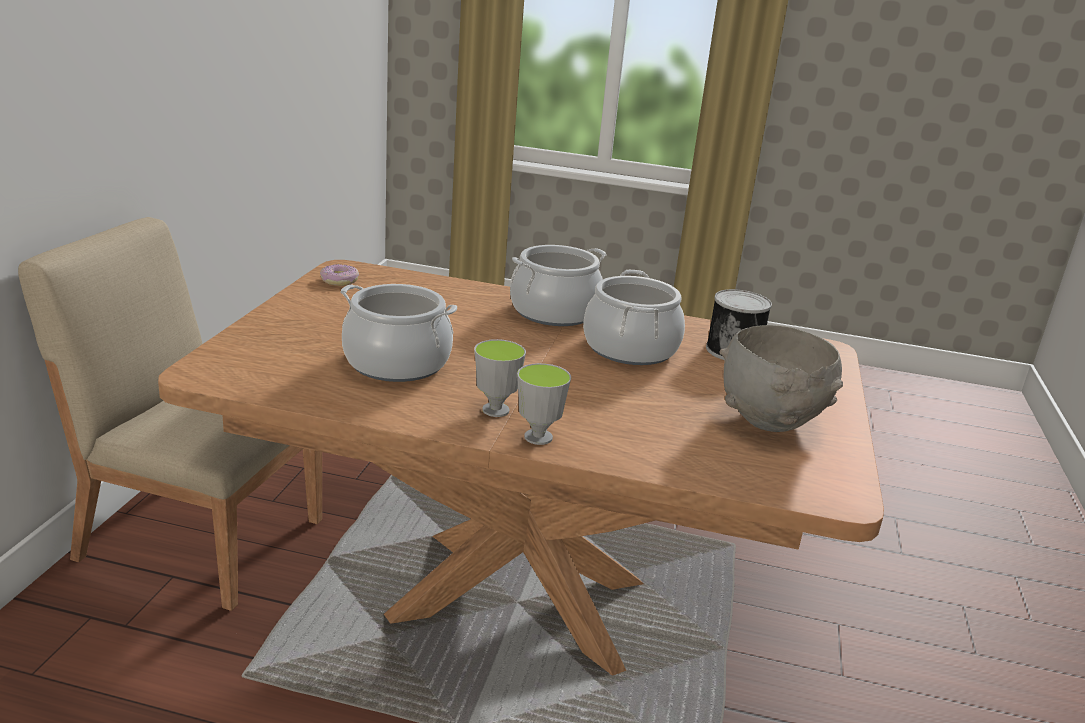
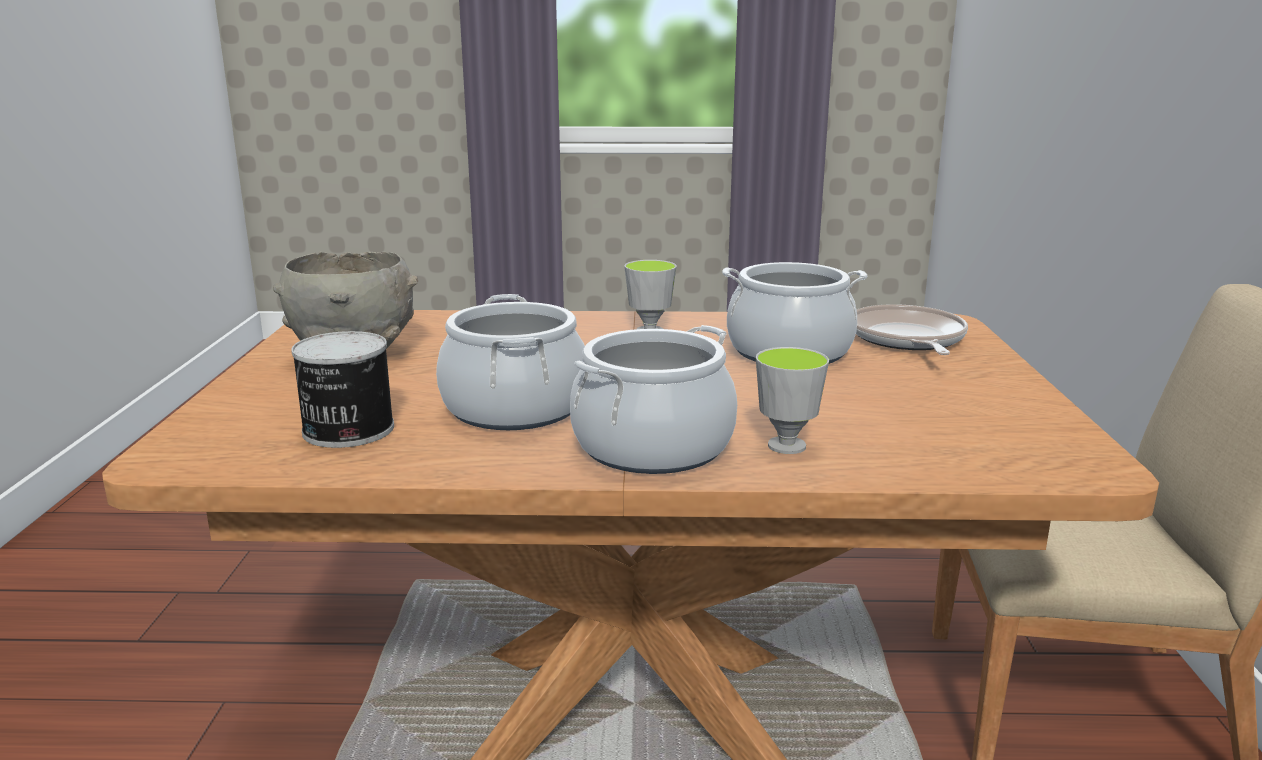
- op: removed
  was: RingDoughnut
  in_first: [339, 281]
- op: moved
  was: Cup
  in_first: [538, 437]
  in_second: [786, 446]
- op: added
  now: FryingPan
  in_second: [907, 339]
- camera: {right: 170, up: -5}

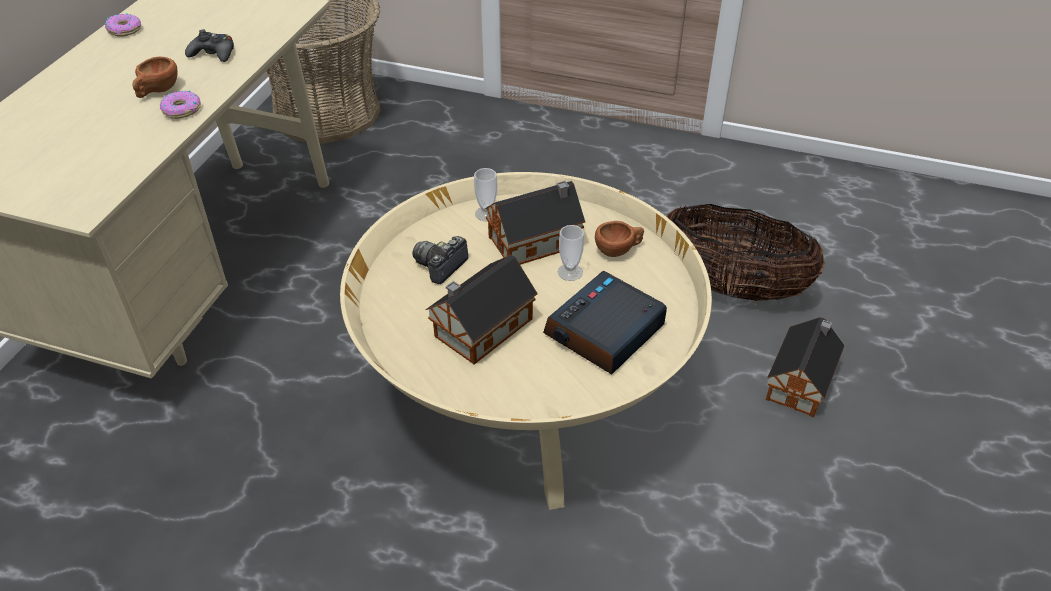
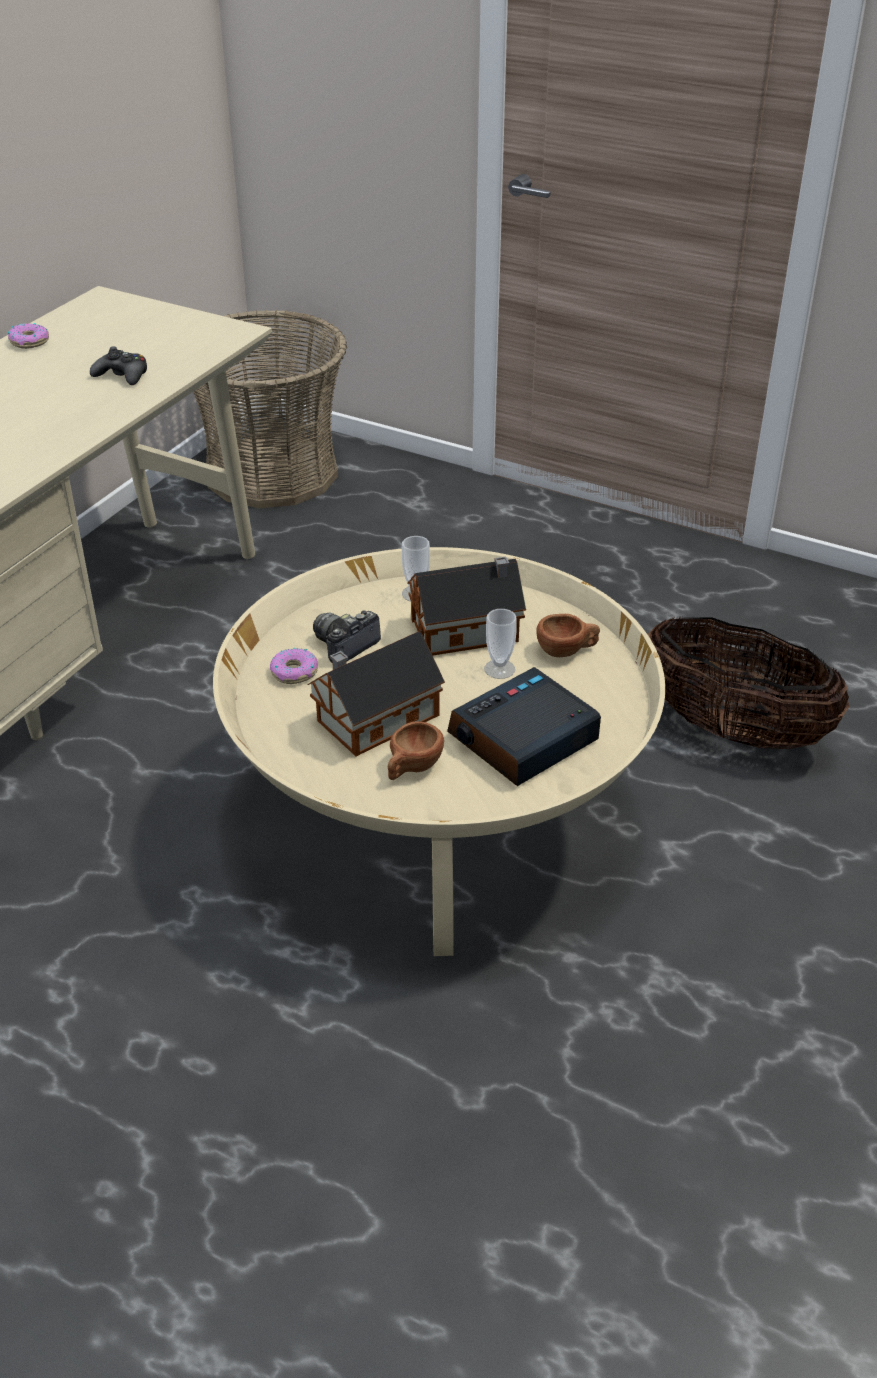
- op: moved
  was: BrownishCup
  in_first: [157, 91]
  in_second: [412, 768]
- op: moved
  was: RingDoughnut
  in_first: [182, 110]
  in_second: [294, 672]
- op: removed
  was: MiniatureHouse
  in_first: [801, 381]
- camera: {right: 10, up: -5}

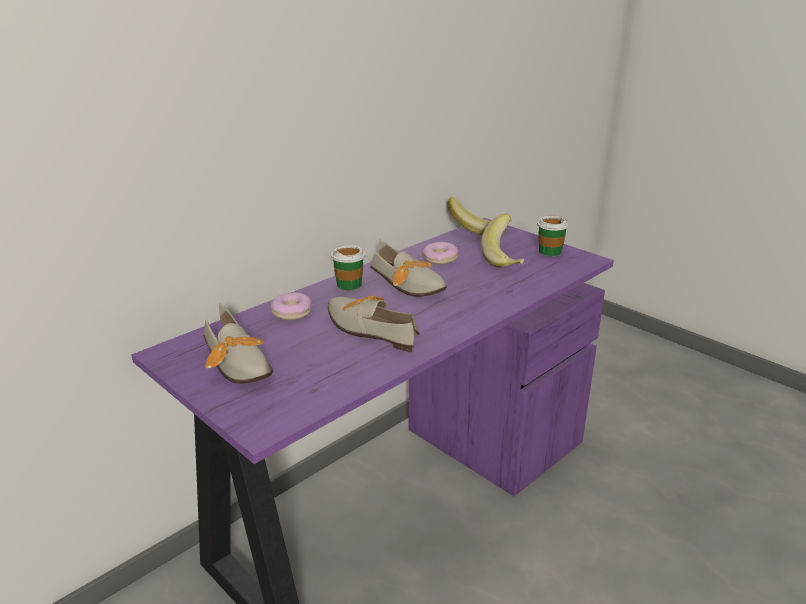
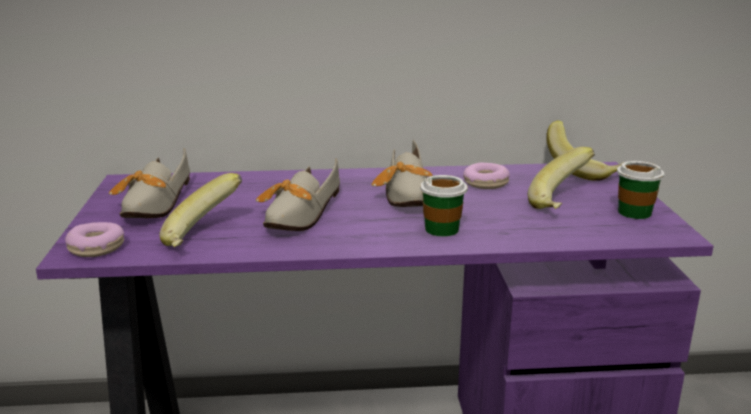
- op: moved
  was: Cup
  in_first: [349, 284]
  in_second: [442, 229]
- op: moved
  was: RingDoughnut
  in_first: [292, 312]
  in_second: [97, 247]
- op: turned
  was: Shoe
  in_first: [369, 329]
  in_second: [298, 216]
  clockwise: -150
- op: added
  now: WholeBanana
  in_second: [204, 237]
- camera: {right: 40, up: -5}

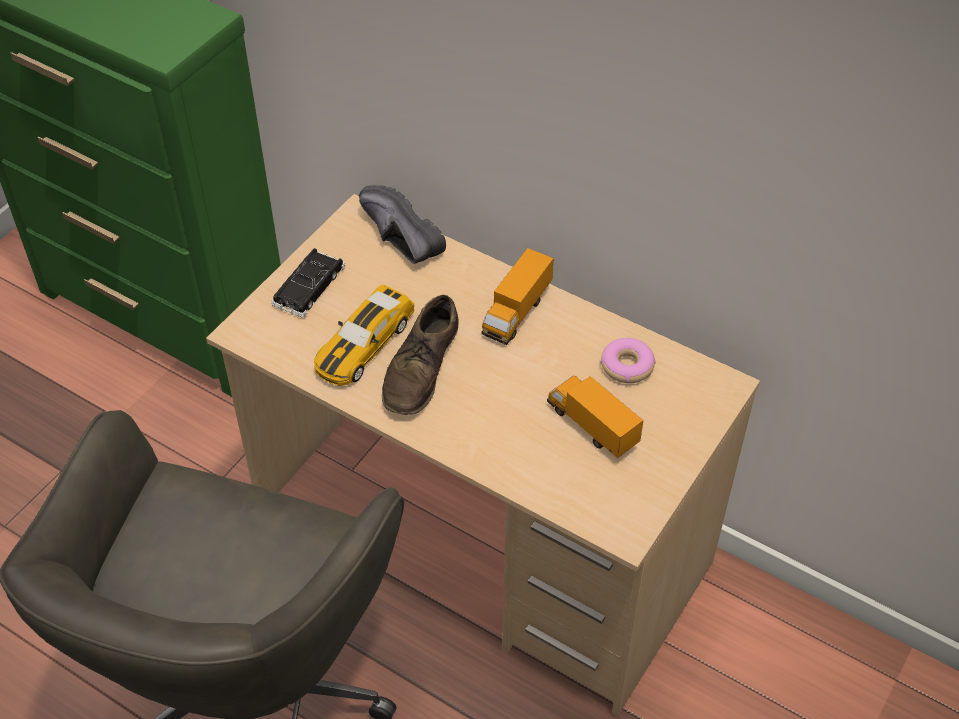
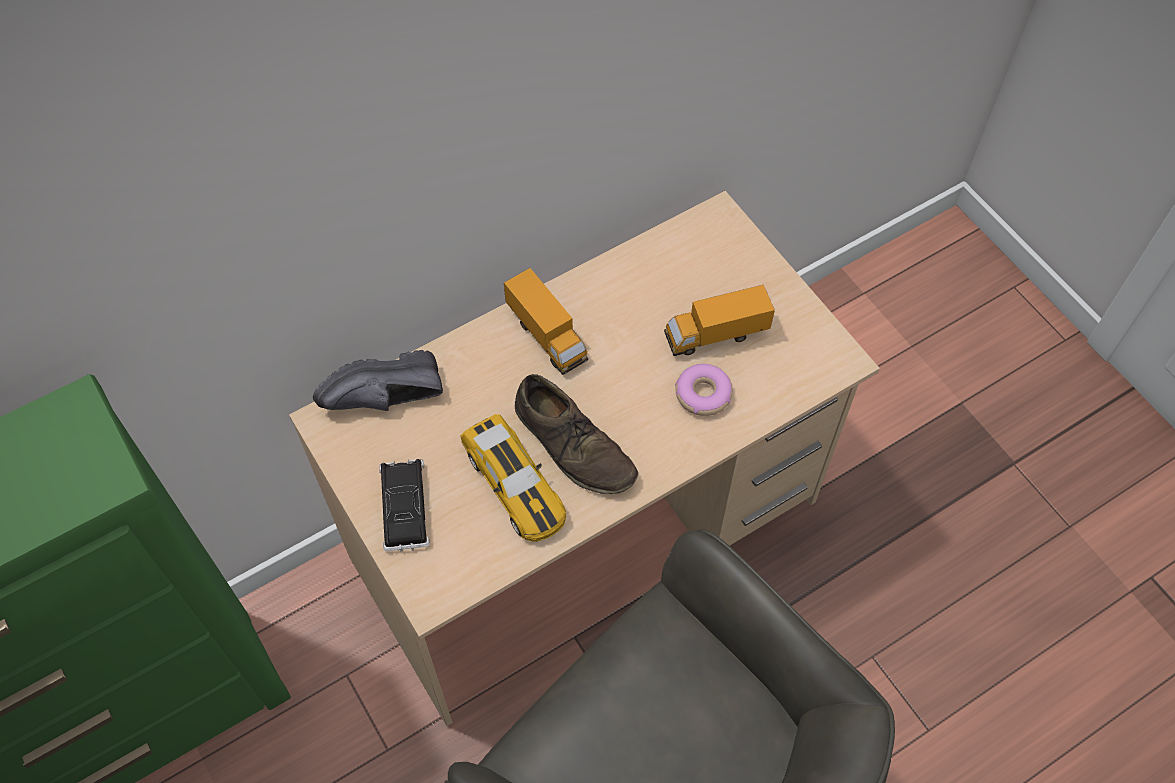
- op: turned
  was: BlackMiniatureCar
  in_first: [309, 287]
  in_second: [404, 507]
  clockwise: -150
- op: moved
  was: RingDoughnut
  in_first: [627, 366]
  in_second: [703, 394]
- camera: {right: -65, up: 10}

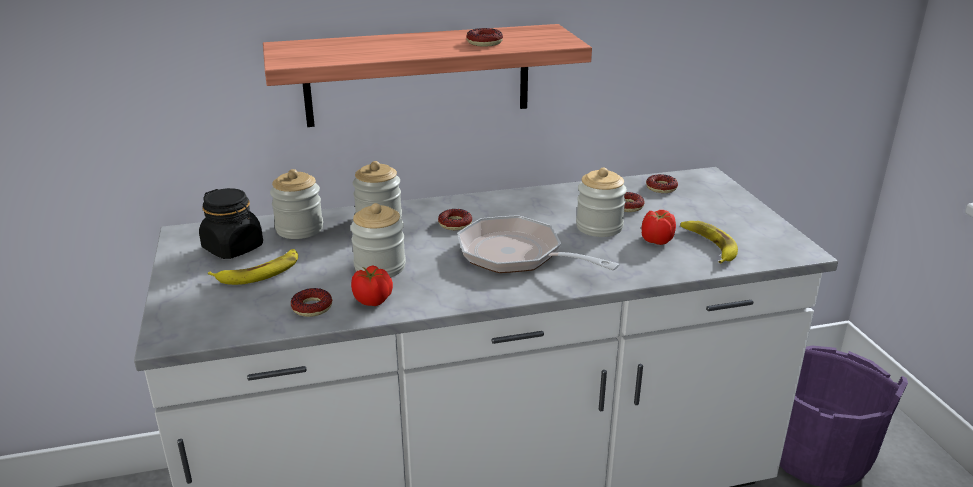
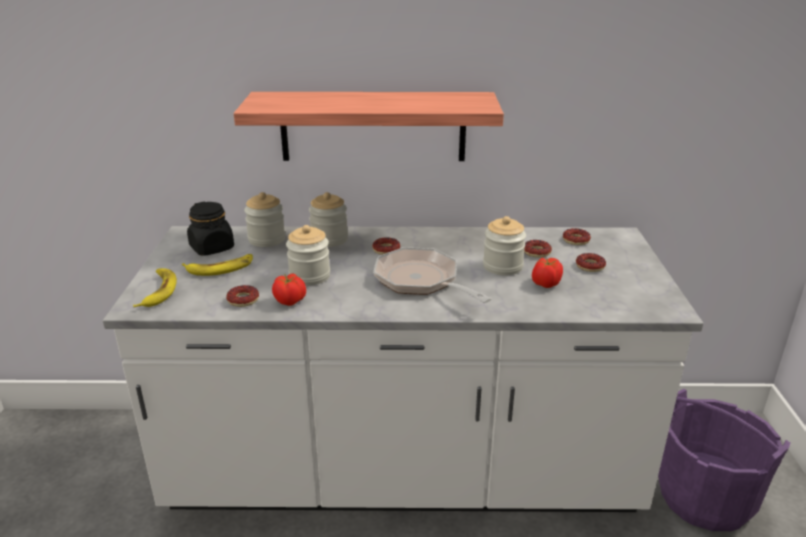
- op: moved
  was: RingDoughnut
  in_first: [484, 42]
  in_second: [590, 266]
- op: moved
  was: WholeBanana
  in_first: [708, 245]
  in_second: [158, 291]
- camera: {right: 15, up: 0}

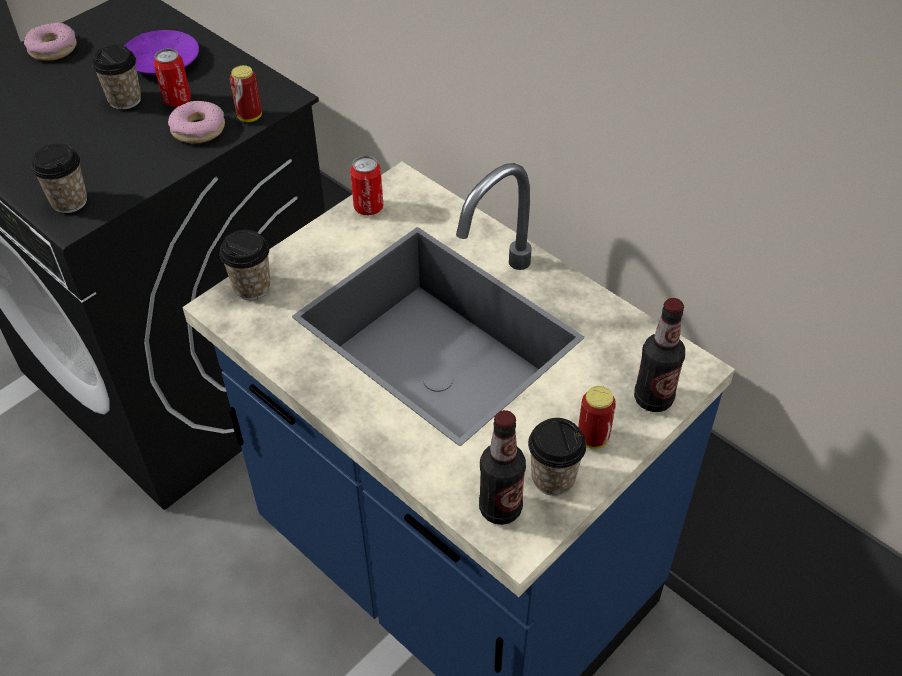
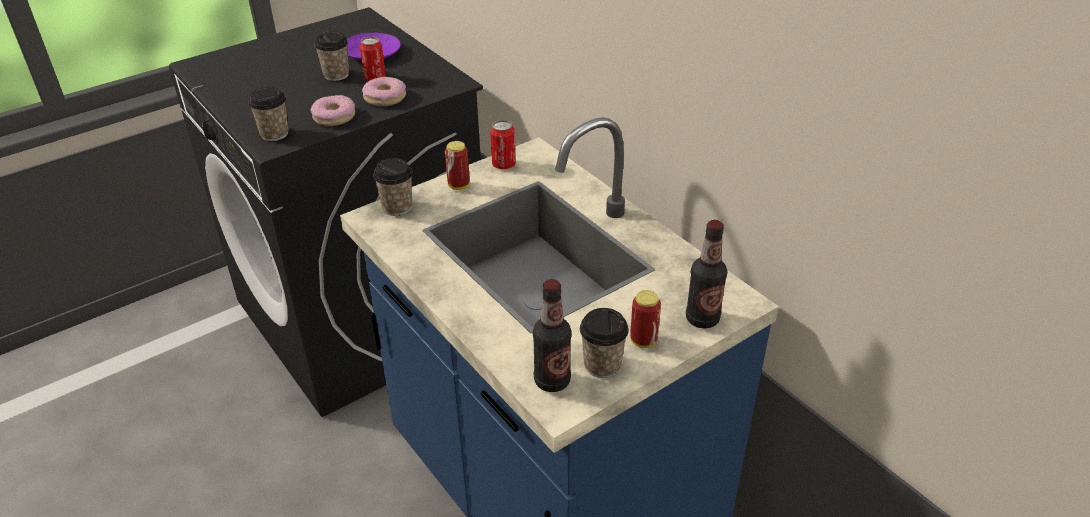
- op: moved
  was: RingDoughnut
  in_first: [52, 49]
  in_second: [334, 117]
- op: moved
  was: SealedCan
  in_first: [250, 117]
  in_second: [459, 185]
- camera: {right: 10, up: -10}

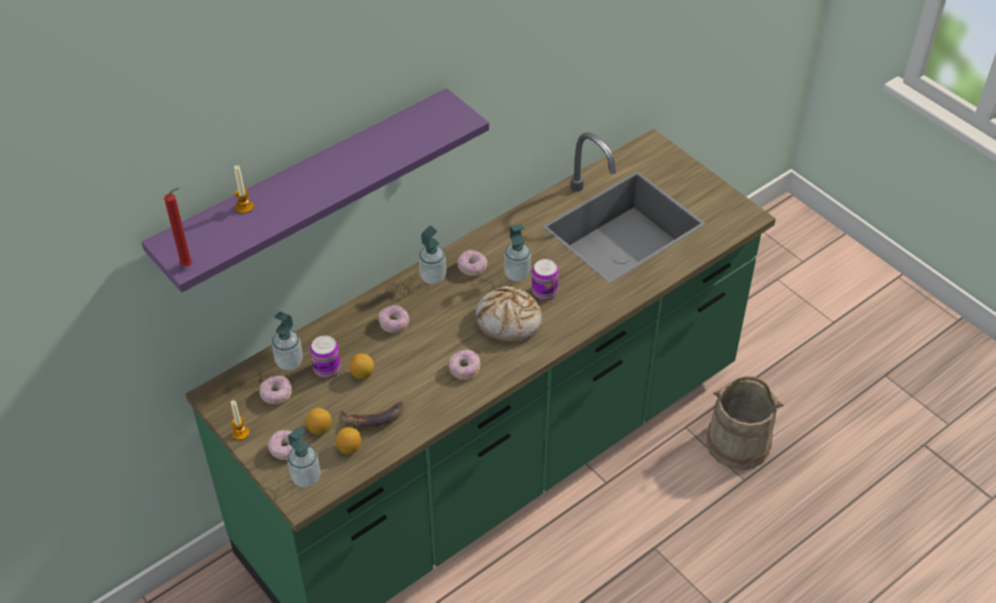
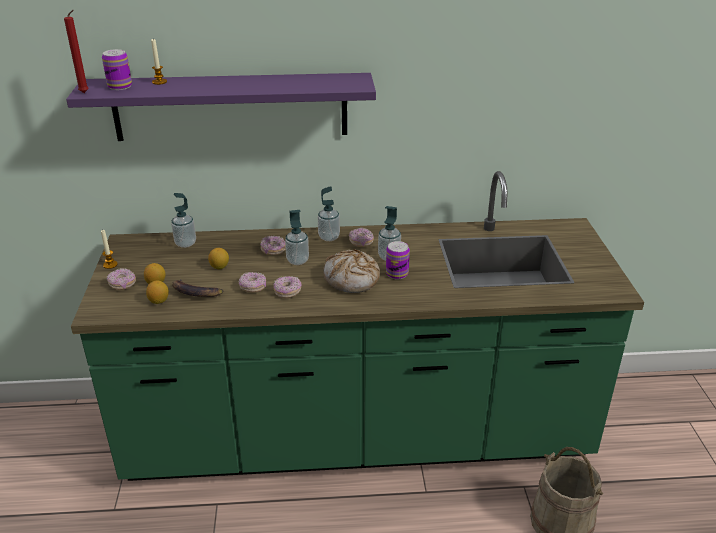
- op: moved
  was: SealedCan
  in_first: [327, 369]
  in_second: [120, 86]
- op: moved
  was: RingDoughnut
  in_first: [276, 395]
  in_second: [253, 287]
- op: moved
  was: SoapDispenser
  in_first: [306, 478]
  in_second: [297, 260]
- camera: {right: 35, up: -15}

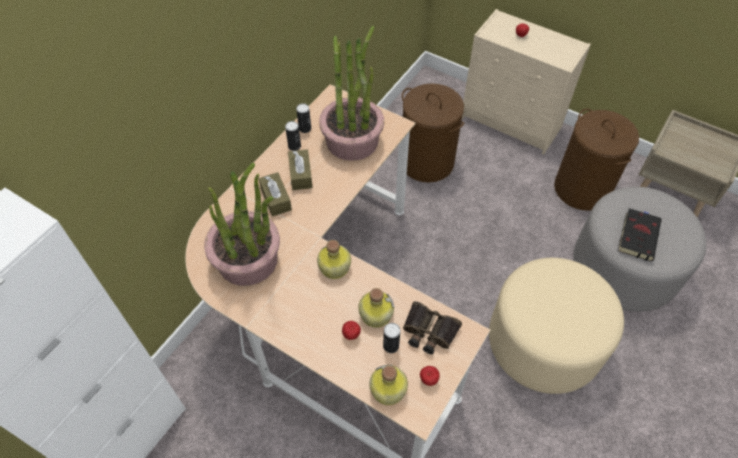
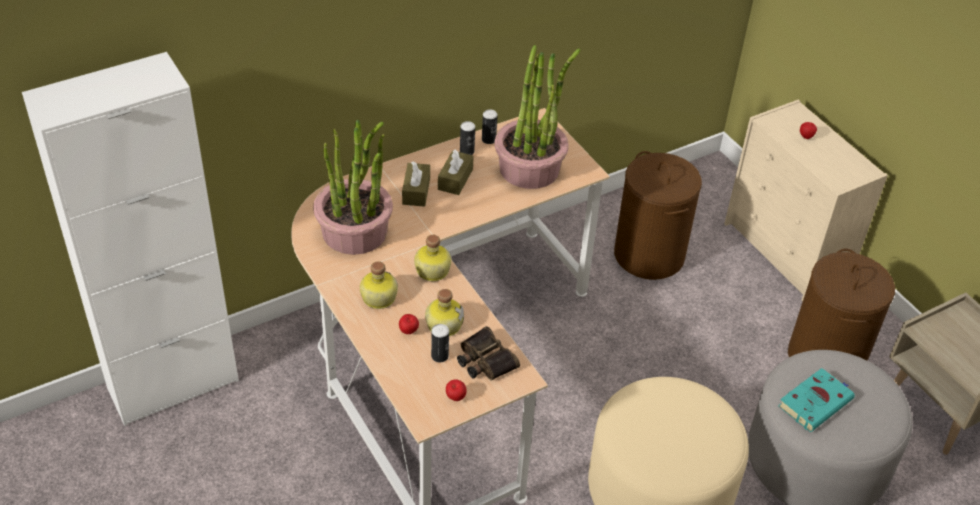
- op: recoloured
  was: BlackBoundBook
  now: BlueGreenBoundBook
  in_first: [638, 235]
  in_second: [816, 402]
- op: moved
  was: Bottle
  in_first: [387, 390]
  in_second: [377, 298]
- camera: {right: 25, up: -10}

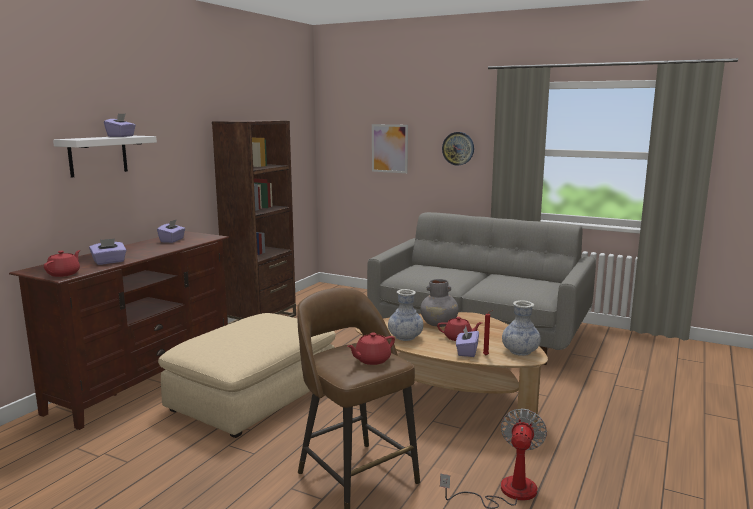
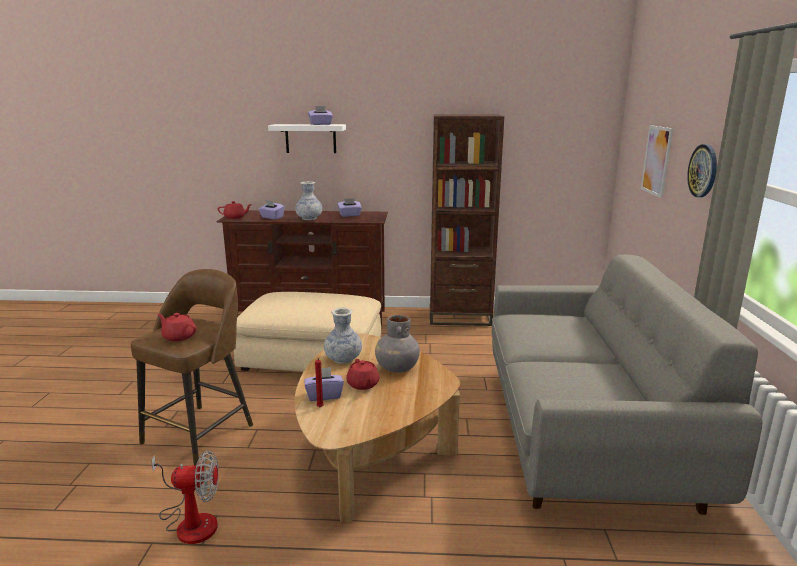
- op: moved
  was: FlowerVase
  in_first: [520, 351]
  in_second: [309, 218]
- camera: {right: 65, up: 5}

